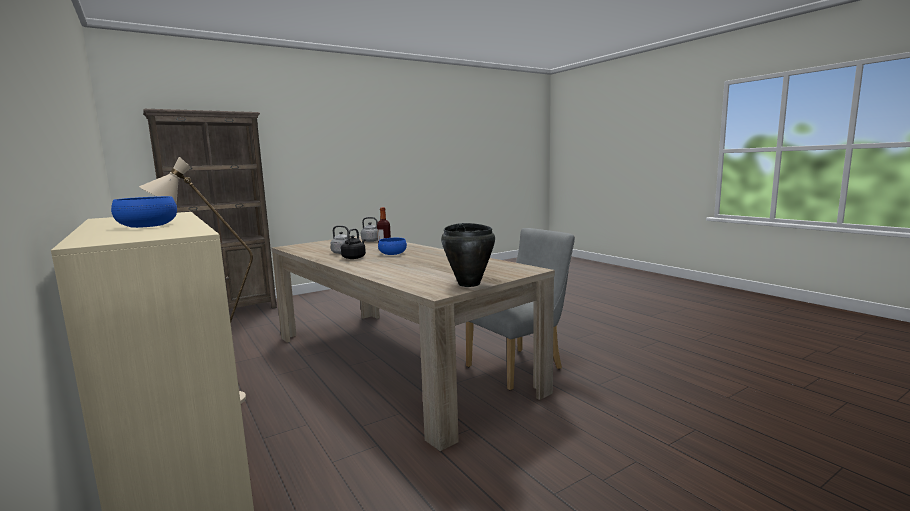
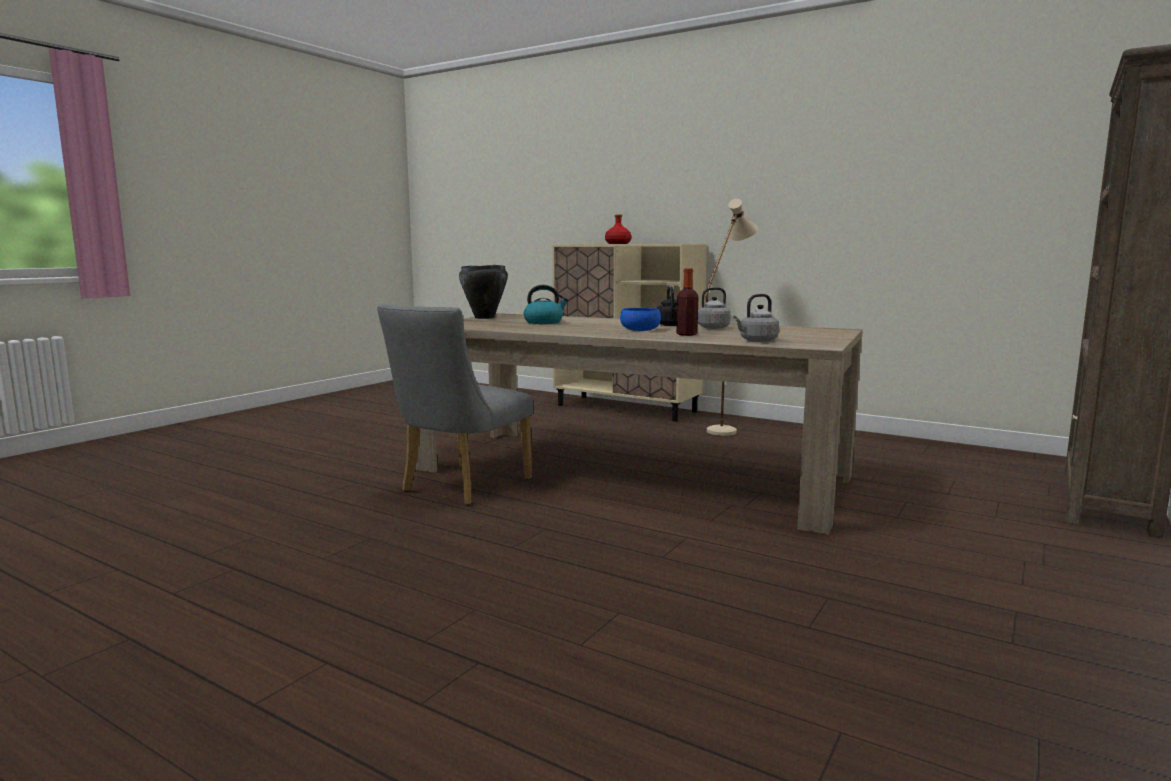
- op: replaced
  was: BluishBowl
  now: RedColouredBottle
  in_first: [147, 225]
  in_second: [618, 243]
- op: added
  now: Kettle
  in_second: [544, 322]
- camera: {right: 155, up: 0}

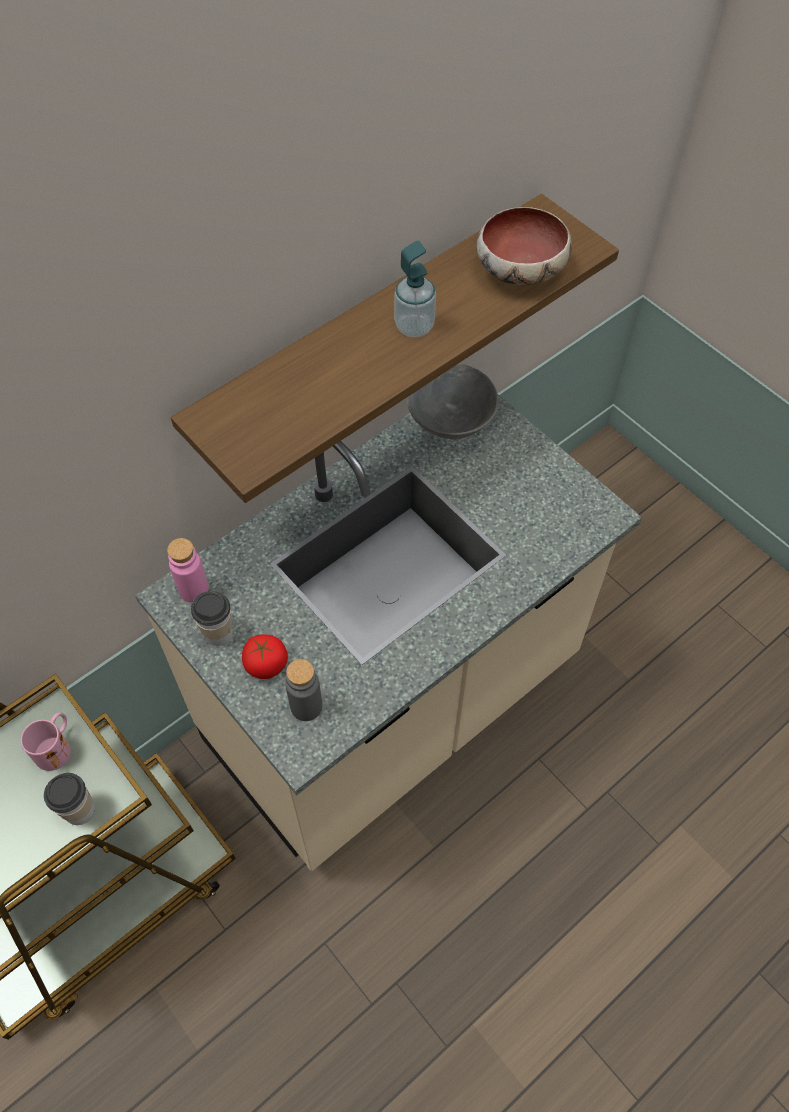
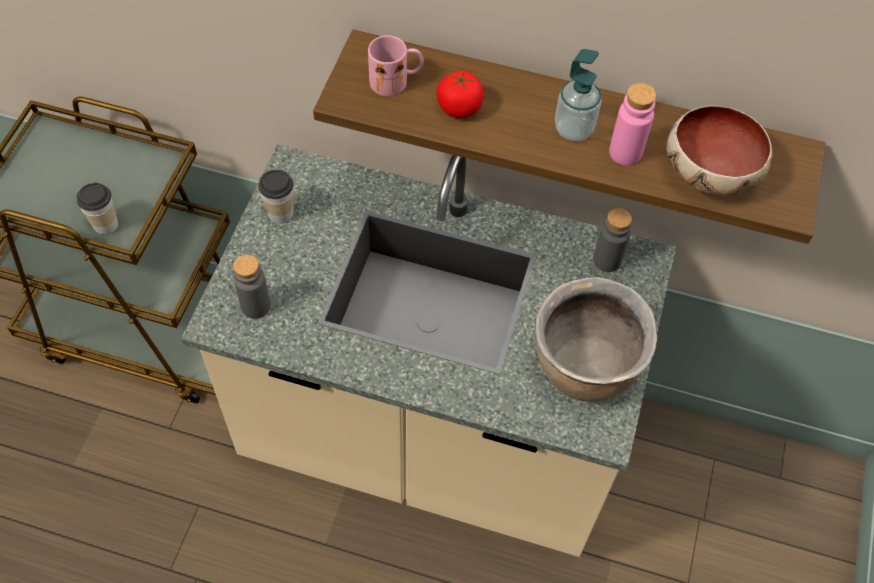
- op: replaced
  was: GreyishBowl
  now: GreyishBottle
  in_first: [452, 422]
  in_second: [607, 260]
- op: moved
  was: PinkColouredBottle
  in_first: [193, 589]
  in_second: [625, 152]
- op: moved
  was: WholeTomato
  in_first: [266, 664]
  in_second: [459, 107]
- op: moved
  was: PinkColouredCoffeeMug
  in_first: [56, 746]
  in_second: [396, 81]
- op: added
  now: BrownishStockpot
  in_second: [584, 369]
- camera: {right: 55, up: 0}

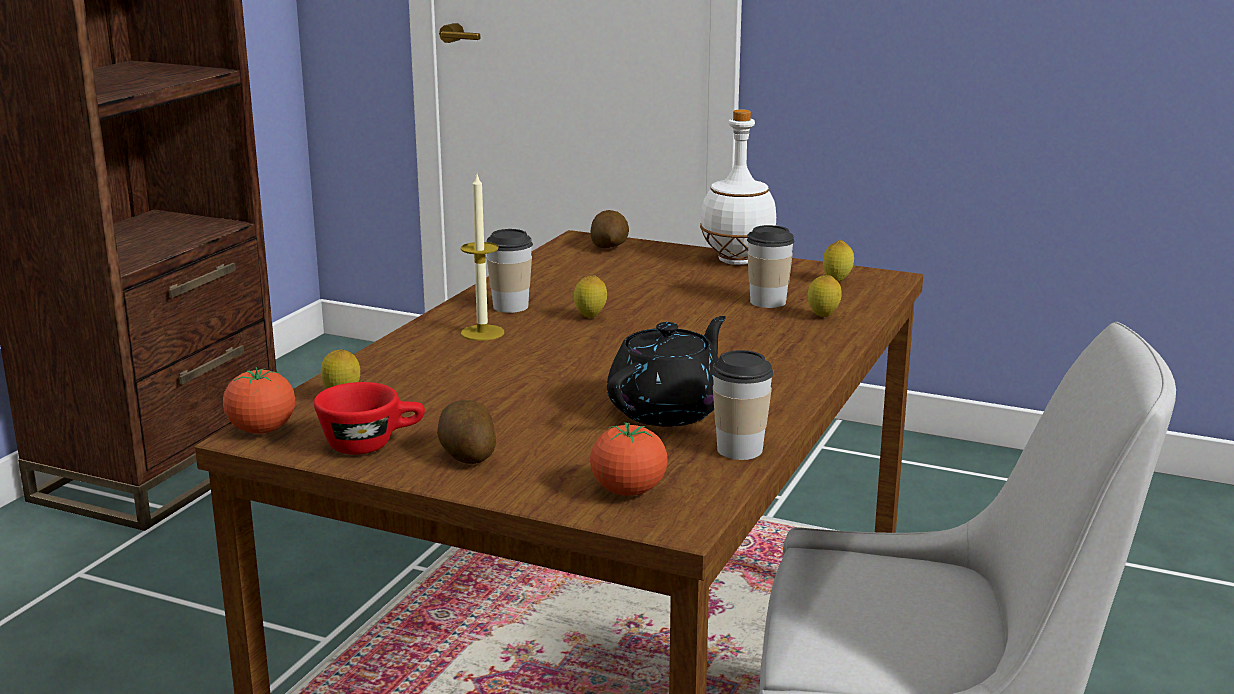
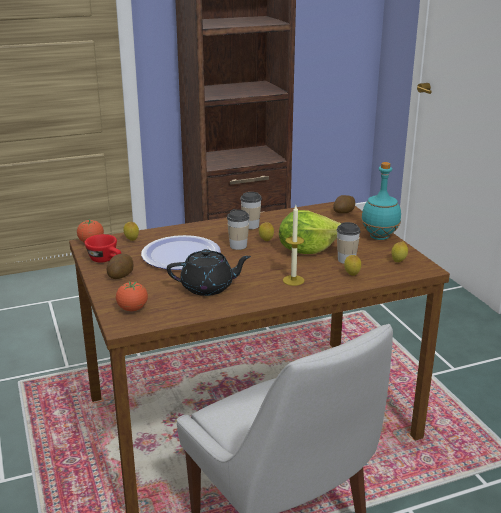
- op: recoloured
  was: WhitishBottle
  now: BlueGreenBottle
  in_first: [738, 261]
  in_second: [380, 237]
- op: moved
  was: WaxCandle
  in_first: [482, 333]
  in_second: [293, 280]
- op: moved
  was: Cup
  in_first: [739, 449]
  in_second: [238, 246]
- op: added
  now: HeadOfLettuce
  in_second: [306, 250]
- op: added
  now: FlatDish
  in_second: [180, 255]
- camera: {right: 45, up: 5}

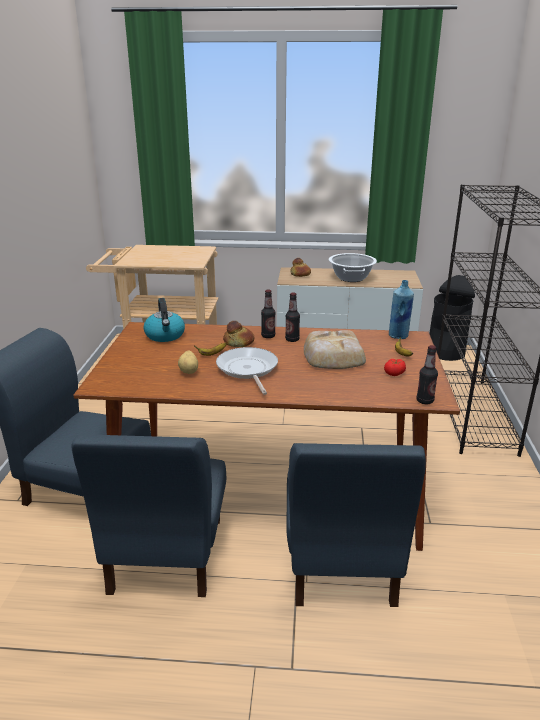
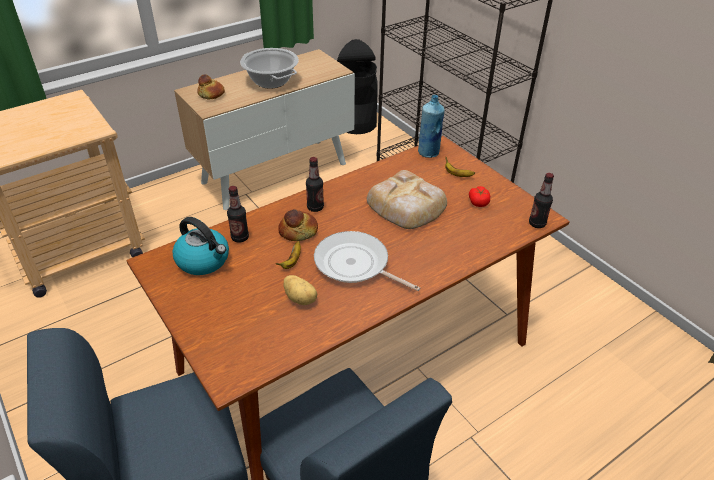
- op: moved
  was: Bottle
  in_first: [292, 339]
  in_second: [240, 237]
- op: removed
  was: BluishChair
  in_first: [341, 564]
- camera: {right: -40, up: 15}

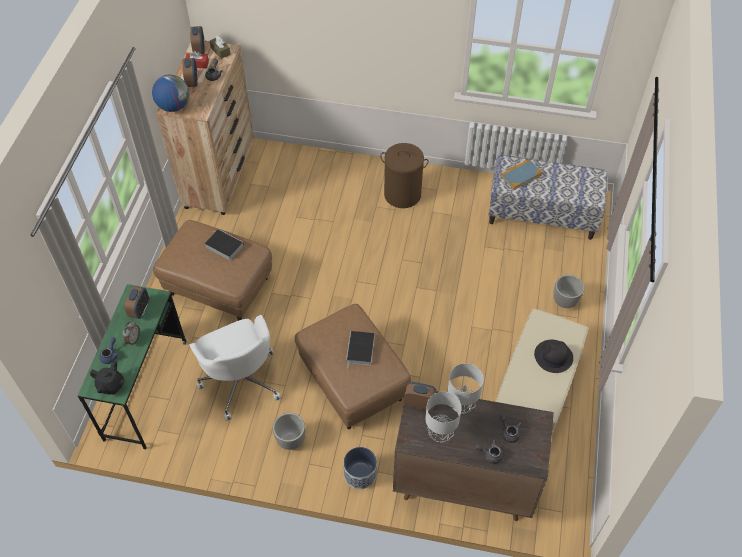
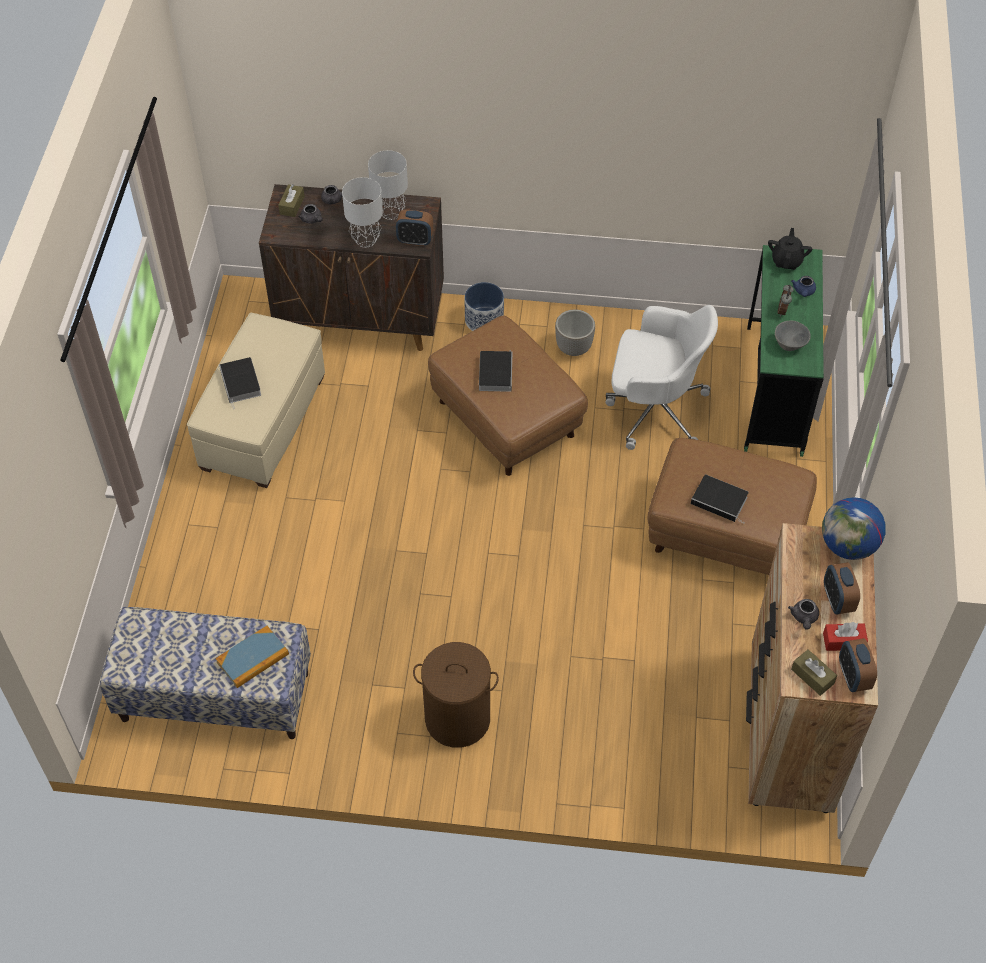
- op: removed
  was: Planter
  in_first: [565, 301]
- op: replaced
  was: TableClock
  now: GreyishBowl
  in_first: [140, 310]
  in_second: [790, 345]
- op: turned
  was: WhitishDeskChair
  in_first: [241, 380]
  in_second: [654, 409]
  clockwise: 135
- op: replaced
  was: BlackClothingHat
  now: BoundBook
  in_first: [553, 357]
  in_second: [241, 383]
- op: turned
  was: BlackTeaPot
  in_first: [111, 385]
  in_second: [787, 261]
  clockwise: 90
- op: added
  now: BrownishBoxOfTissues
  in_second: [292, 205]
- camera: {right: 175, up: 0}

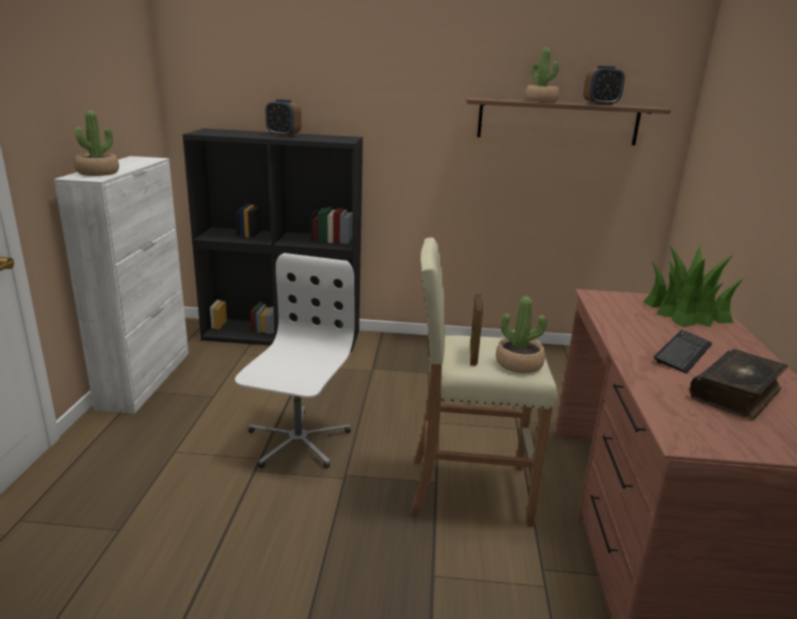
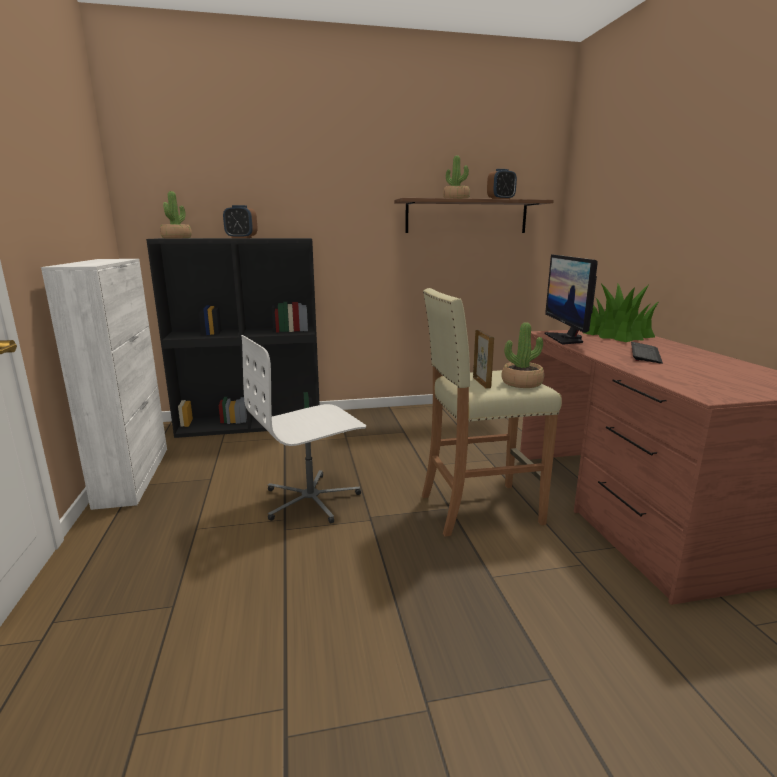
- op: moved
  was: PlantInAPot
  in_first: [98, 173]
  in_second: [176, 238]
- op: turned
  was: WhitishDeskChair
  in_first: [297, 441]
  in_second: [311, 500]
  clockwise: -120
- op: removed
  was: BoundBook
  in_first: [737, 393]
- op: added
  now: ComputerScreen
  in_second: [566, 338]
- camera: {right: -15, up: -5}

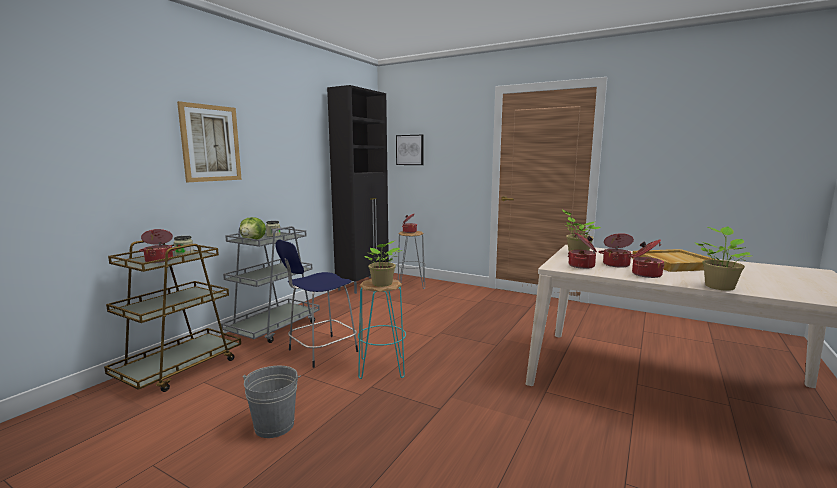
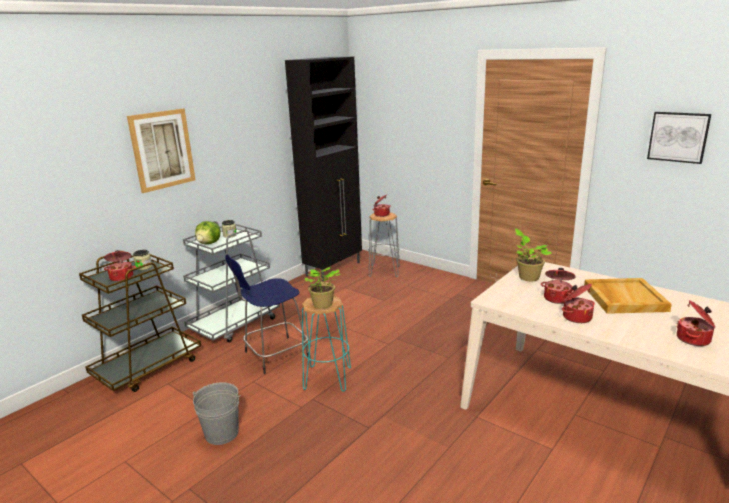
- op: moved
  was: WallArt
  in_first: [410, 150]
  in_second: [678, 137]
- op: removed
  was: PlantInAPot
  in_first: [719, 286]
- op: moved
  was: Stockpot
  in_first: [582, 266]
  in_second: [694, 339]
- camera: {right: 10, up: 10}

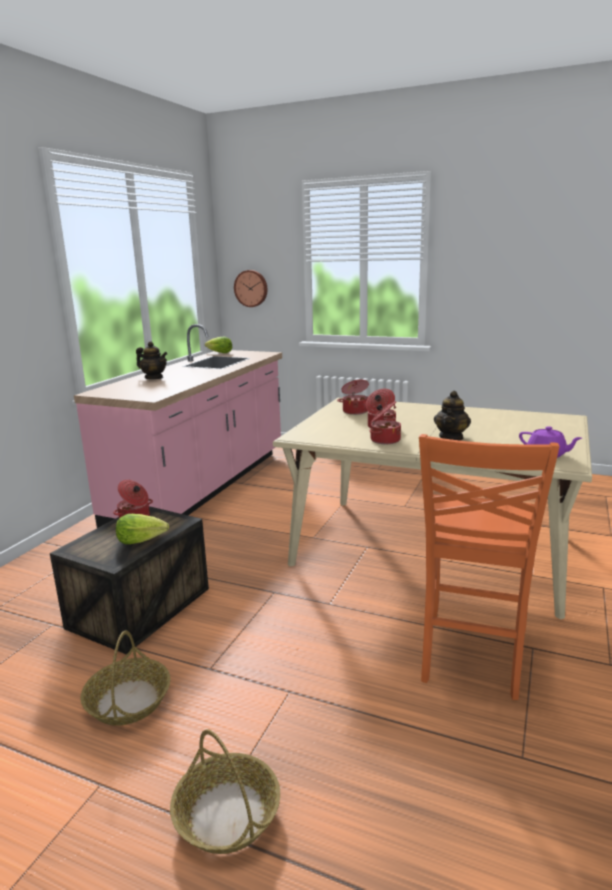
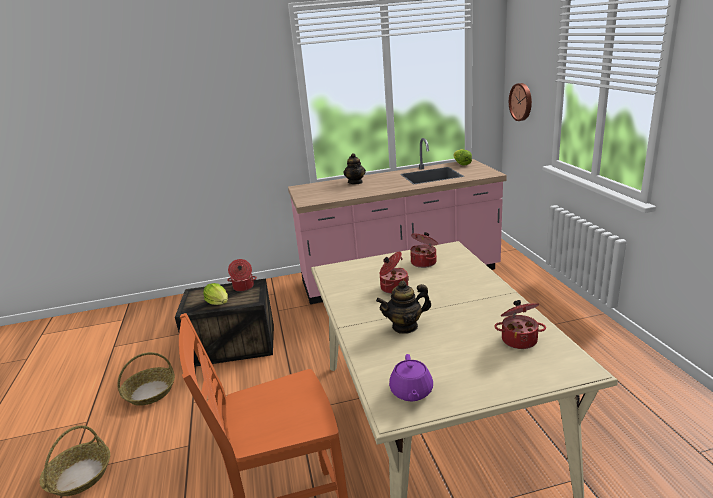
- op: moved
  was: Stockpot
  in_first: [384, 440]
  in_second: [519, 339]
- camera: {right: 55, up: 5}

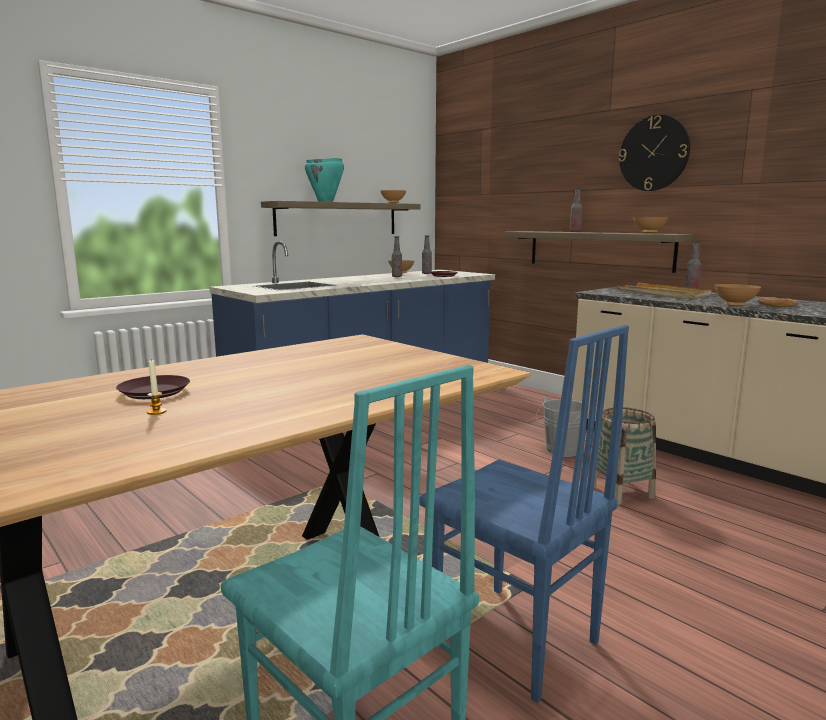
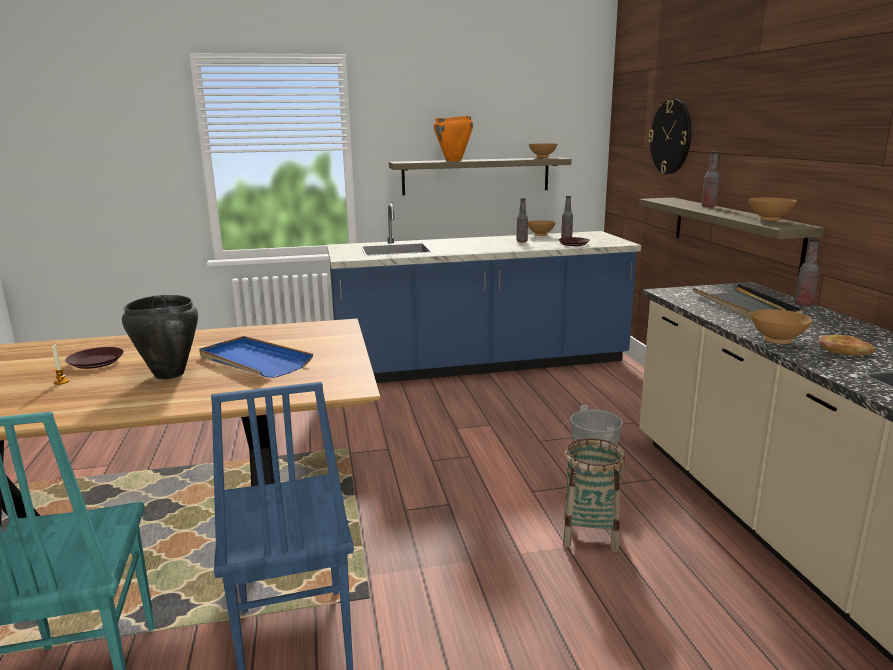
- op: moved
  was: HangingClock
  in_first: [654, 153]
  in_second: [671, 137]
- op: recoloured
  was: BlueGreenStockpot
  now: OrangeStockpot
  in_first: [325, 201]
  in_second: [453, 160]
- op: recoloured
  was: BeigeColouredTray
  now: BlackTray
  in_first: [663, 294]
  in_second: [744, 306]
- op: added
  now: BlackStockpot
  in_second: [168, 374]
- op: added
  now: BluishTray
  in_second: [254, 361]
- camera: {right: 30, up: 5}

